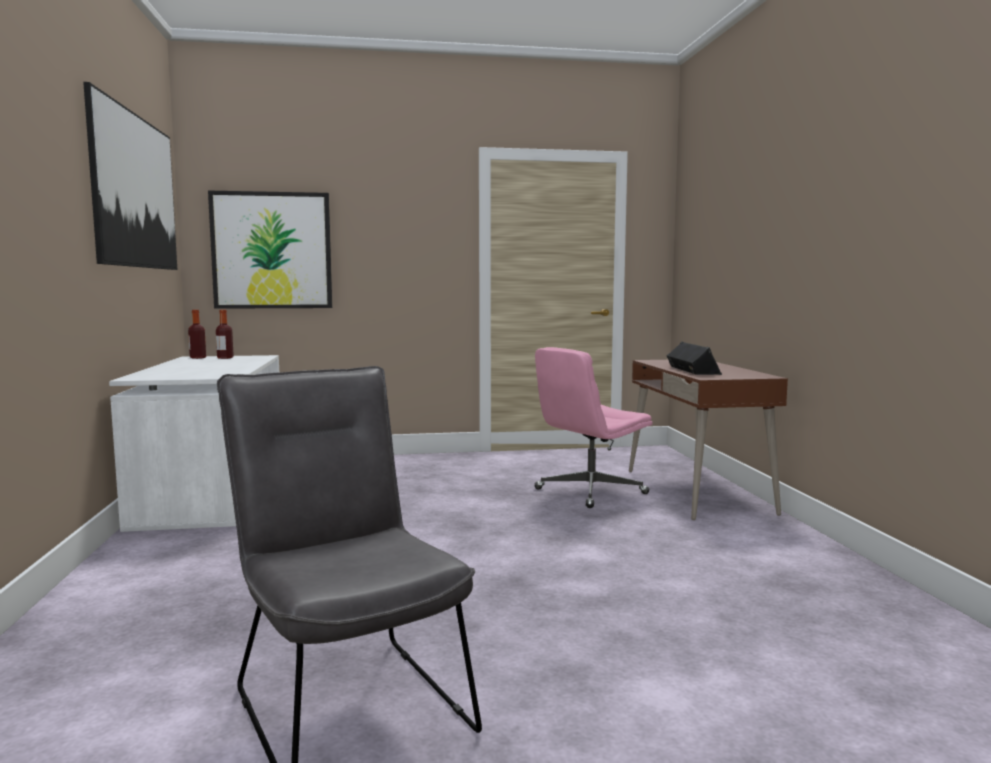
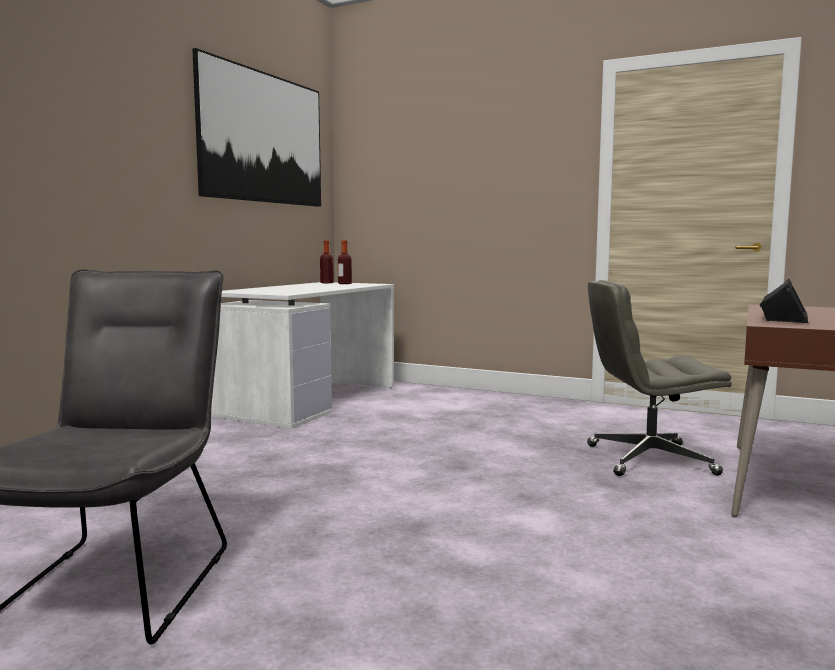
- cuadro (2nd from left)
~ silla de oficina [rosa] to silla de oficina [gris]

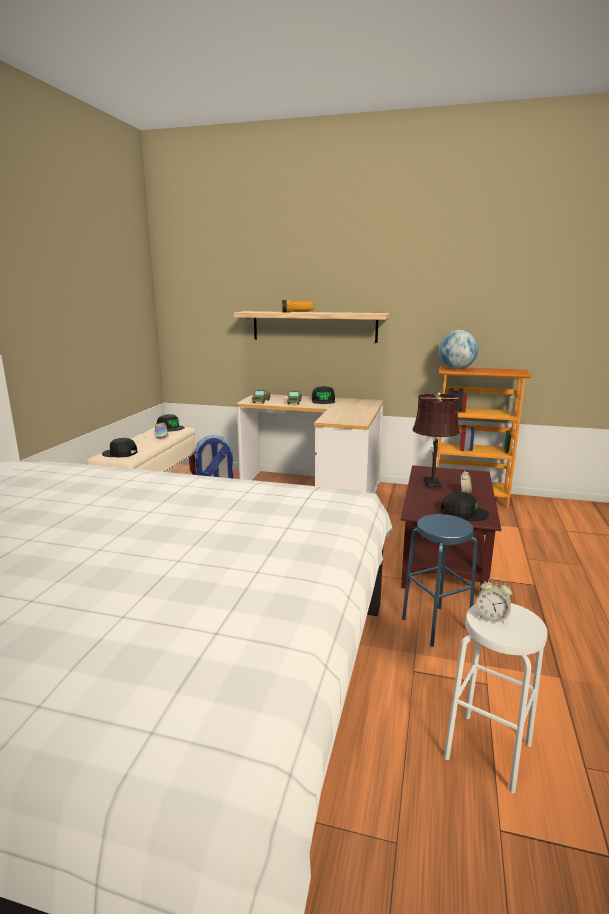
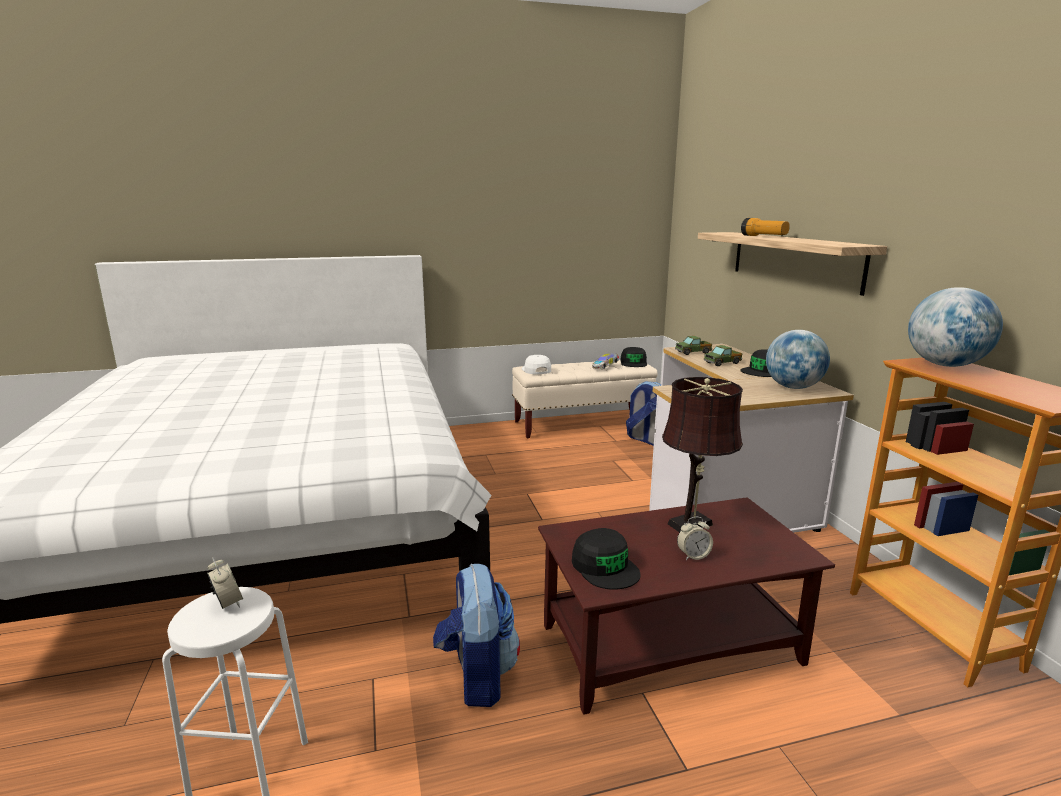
~ gorra [negro] (1st from left) to gorra [blanco]
~ taburete [azul] to mochila (1st from left)
~ despertador (2nd from left in the first image) 150 degrees clockwise
+ globo terráqueo (1st from left)

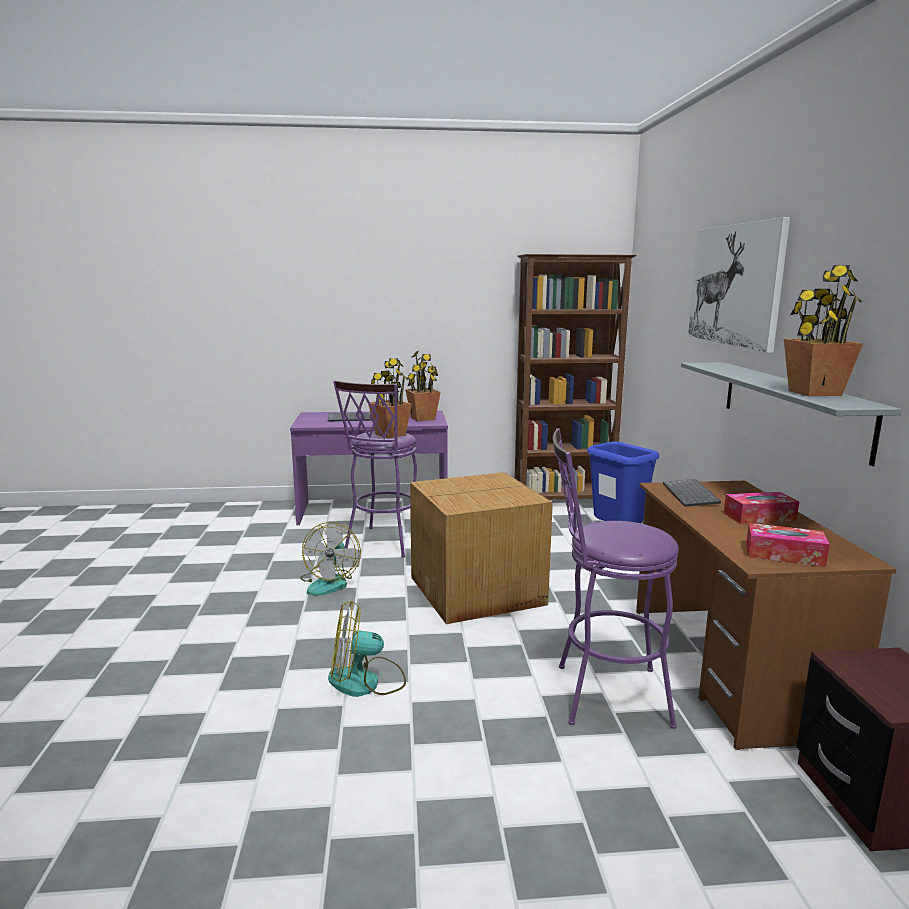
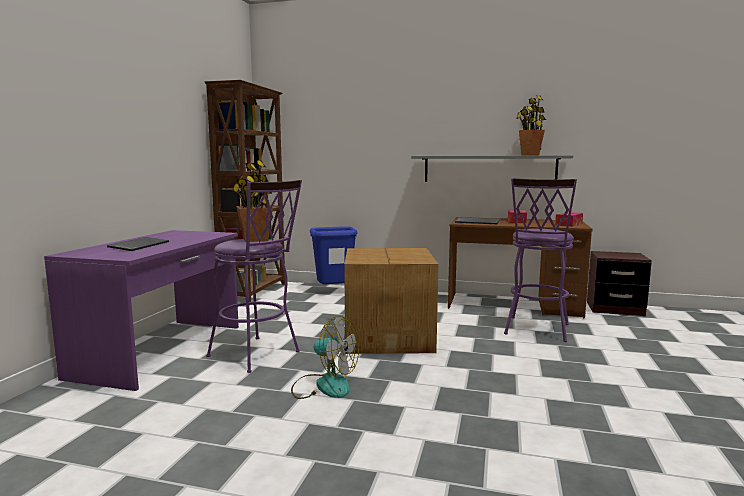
- ventilador (2nd from left)
- planta en maceta (2nd from left)
- cuadro

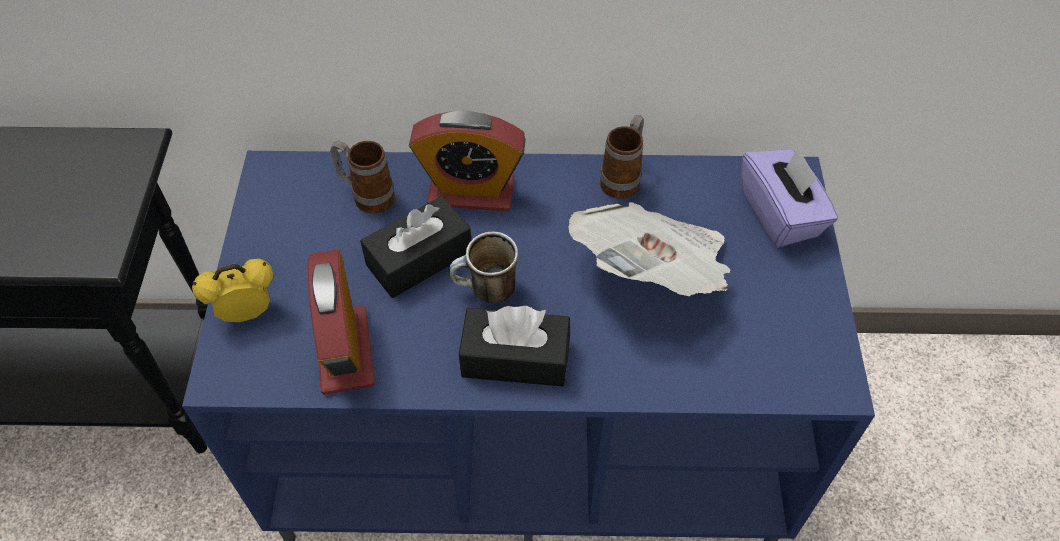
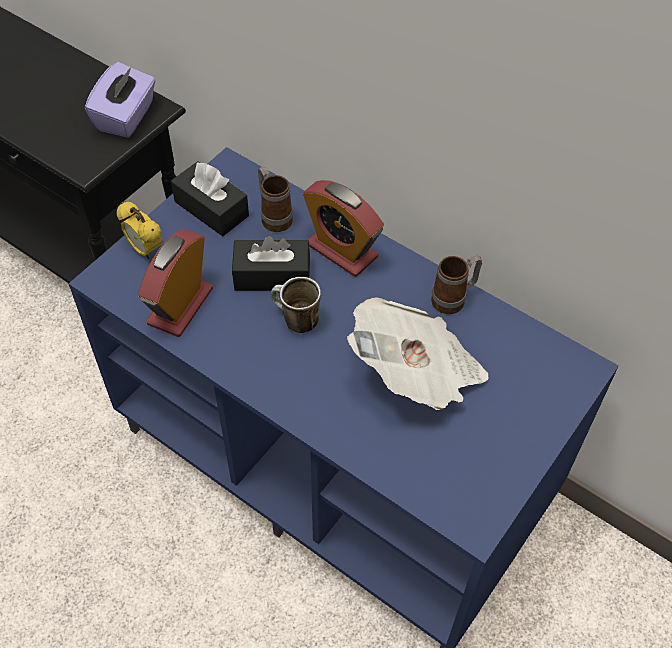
~ despertador (1st from left) 150 degrees counterclockwise
~ caja de pañuelos [negro] (2nd from left in the first image) to caja de pañuelos [negro] (1st from left)
~ caja de pañuelos [morado]

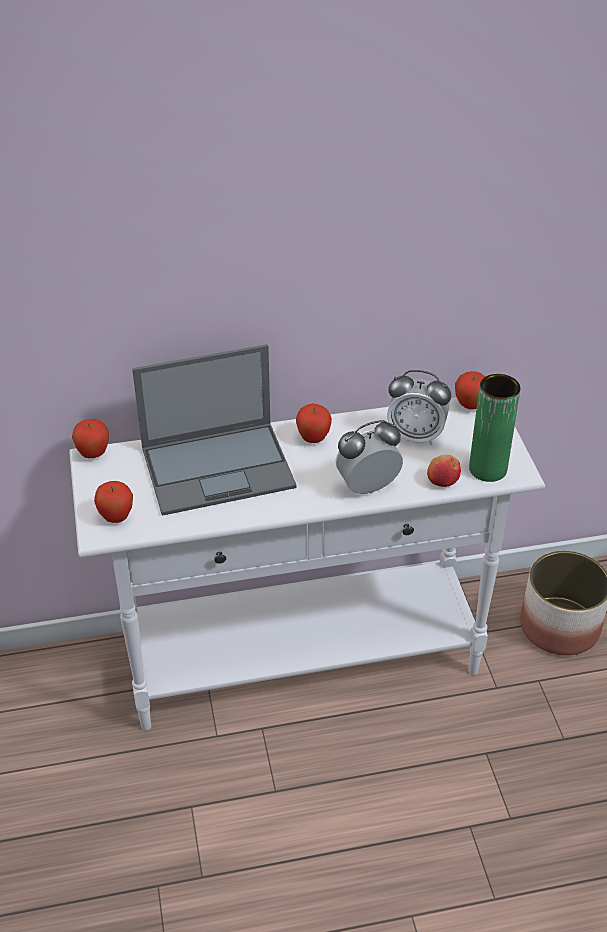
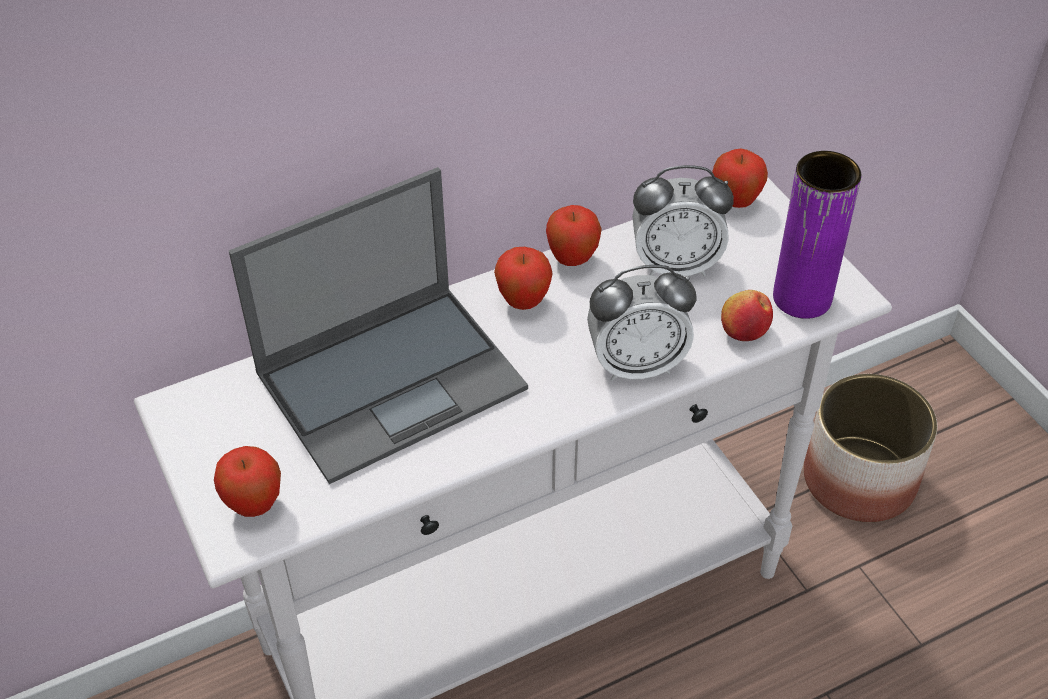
~ manzana (1st from left in the first image) to manzana (3rd from left)
~ despertador (1st from left) 150 degrees counterclockwise
~ florero [verde] to florero [morado]

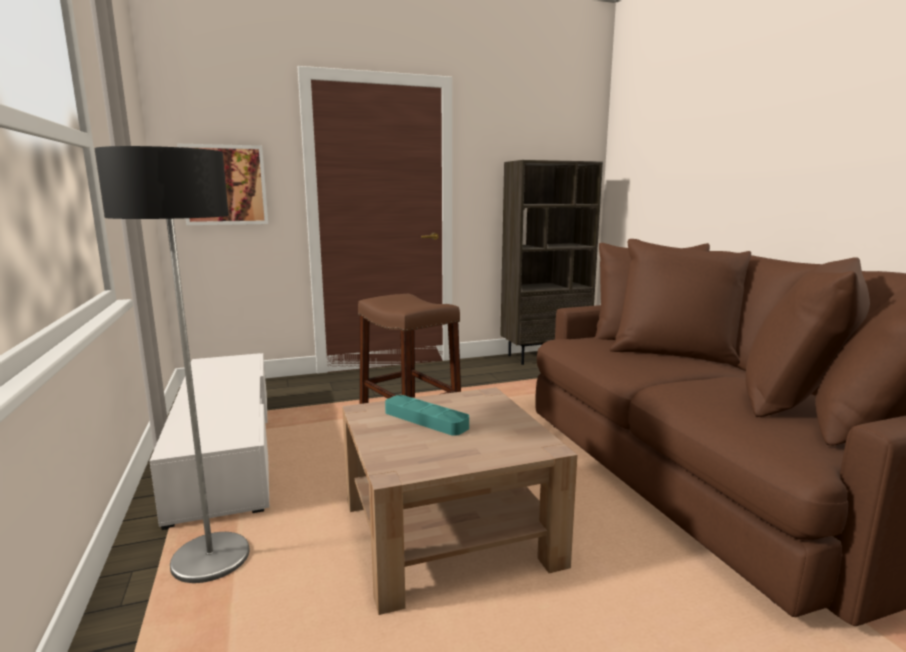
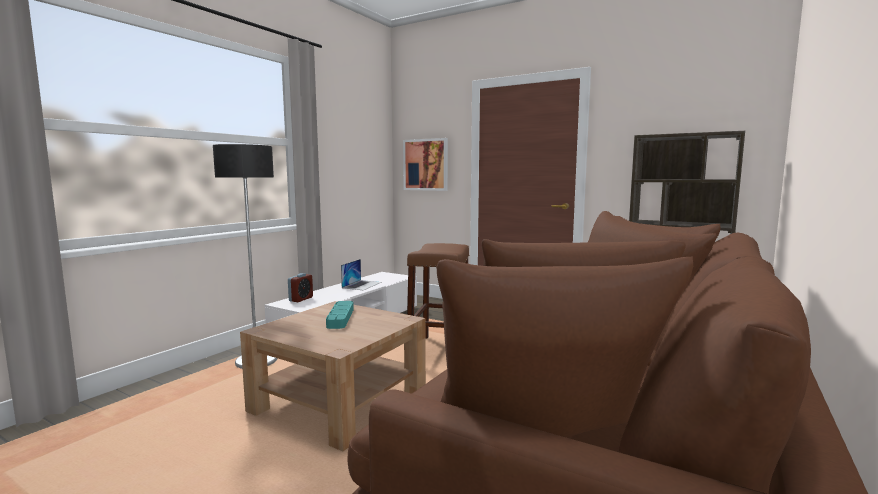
+ despertador
+ portátil

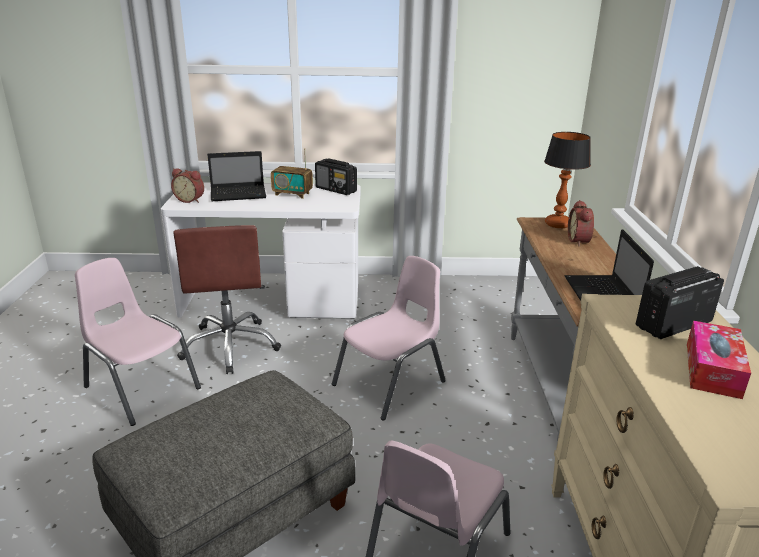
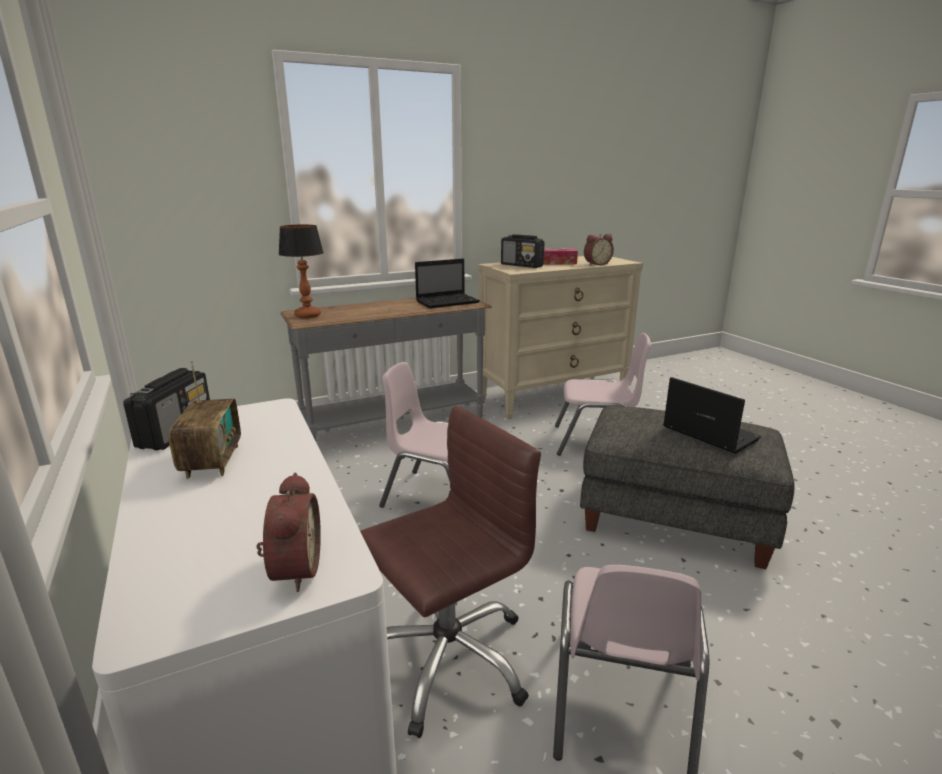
~ portátil (1st from left in the first image) to portátil (2nd from left)
~ despertador (2nd from left)

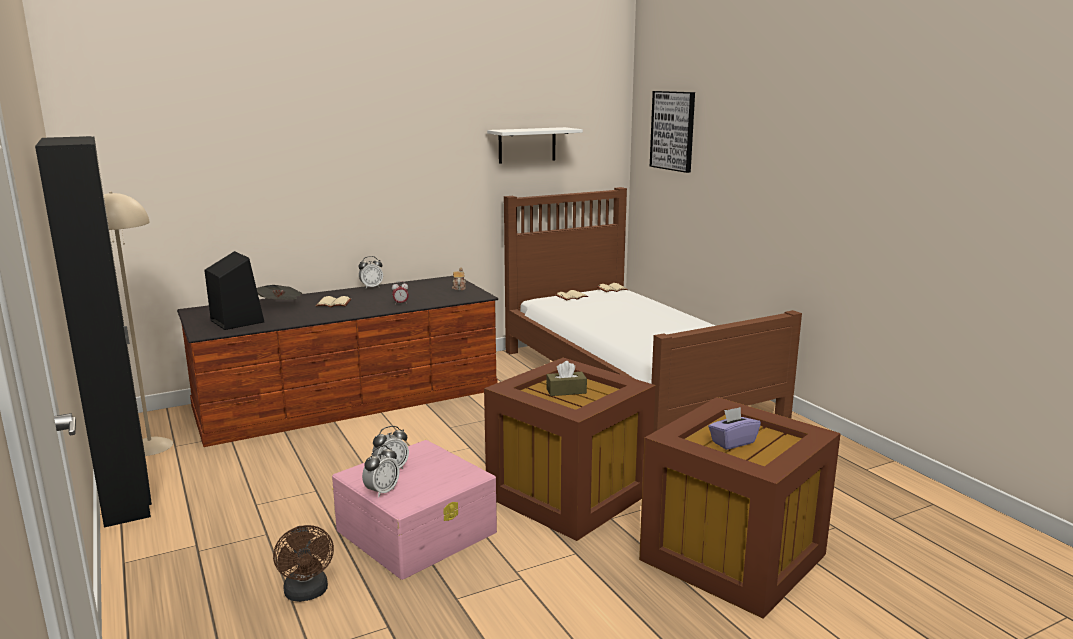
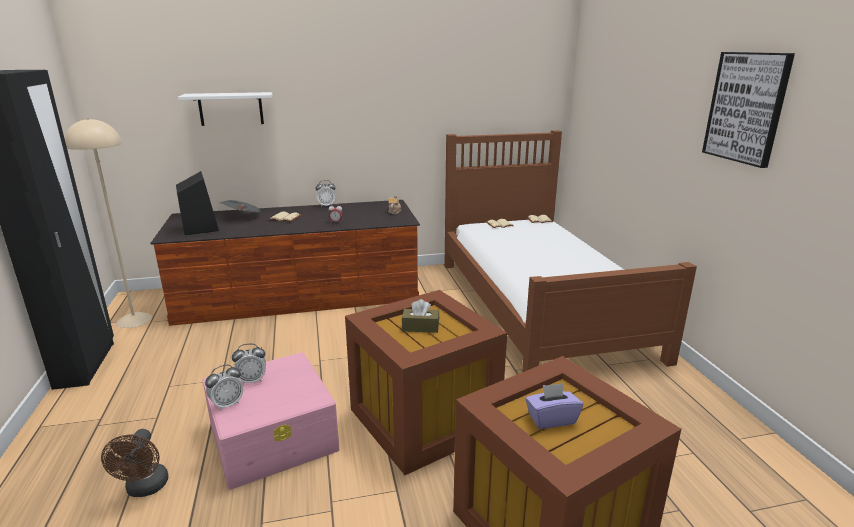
~ estante [blanco]
~ cuadro

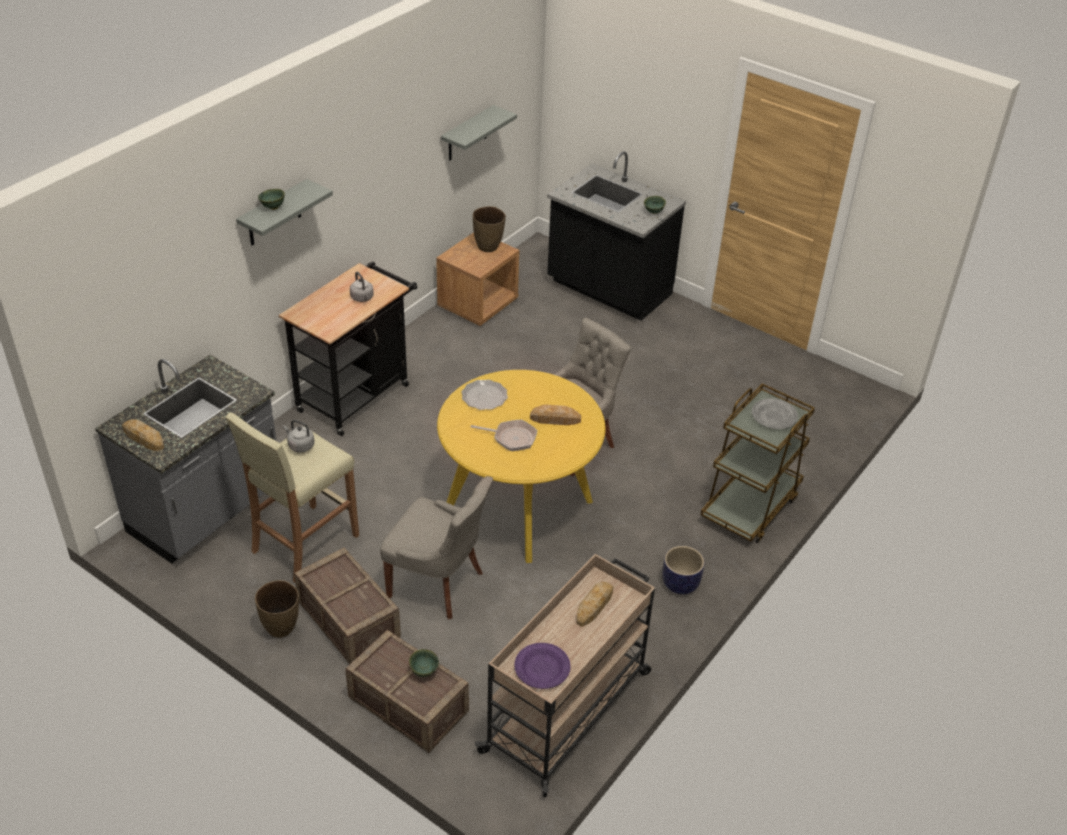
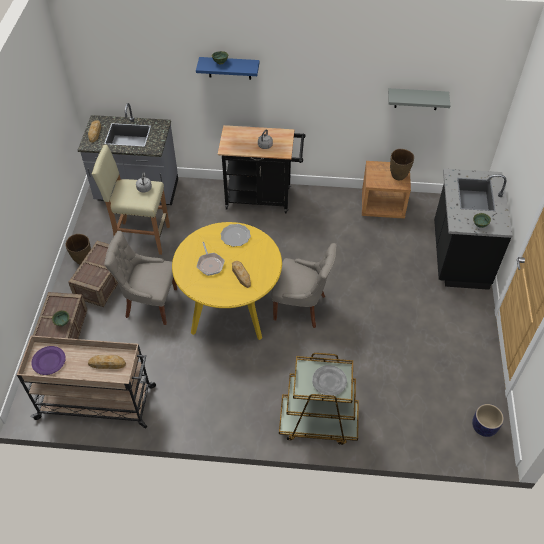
~ estante [gris] (1st from left) to estante [azul]
~ silla [gris] (1st from left) 105 degrees clockwise
~ maceta

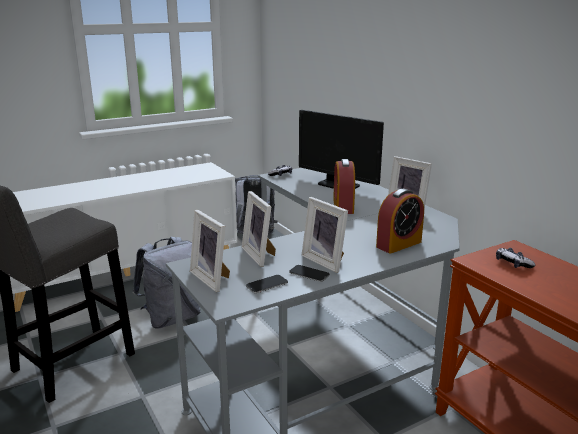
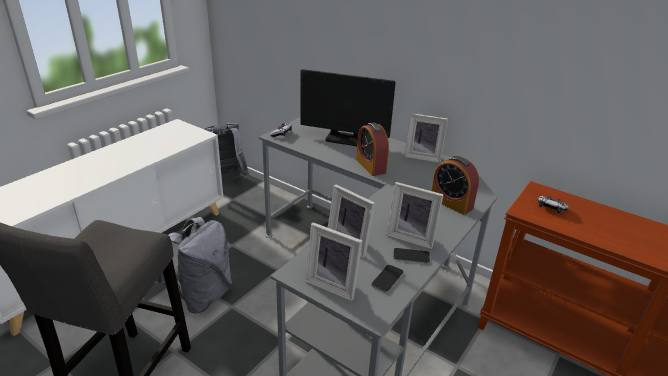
~ despertador (2nd from left) 105 degrees clockwise

